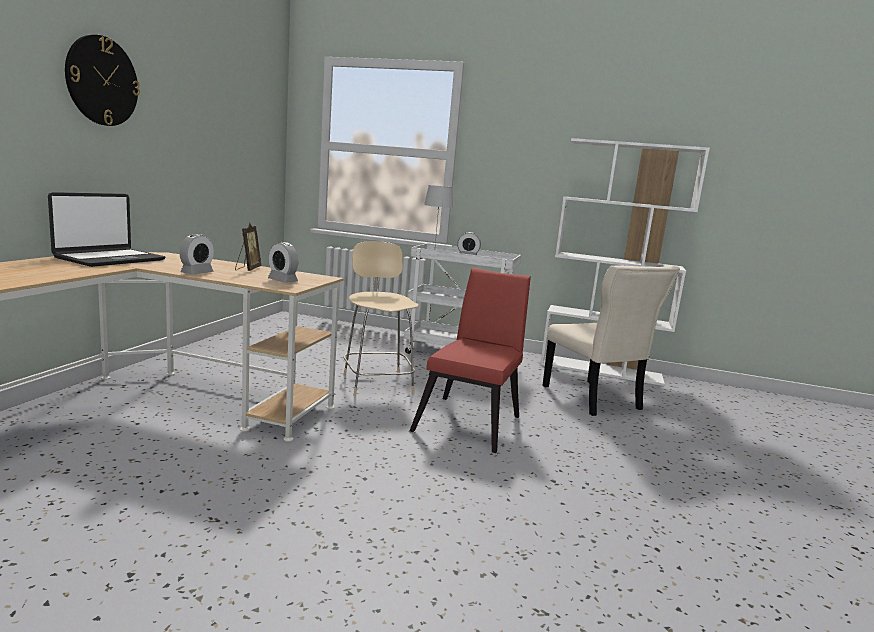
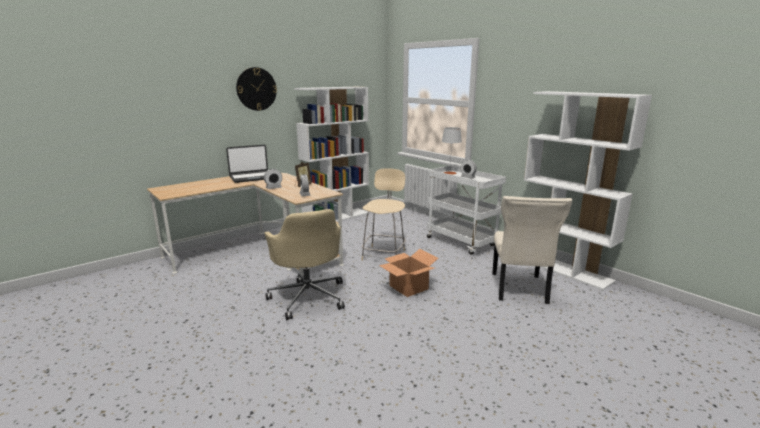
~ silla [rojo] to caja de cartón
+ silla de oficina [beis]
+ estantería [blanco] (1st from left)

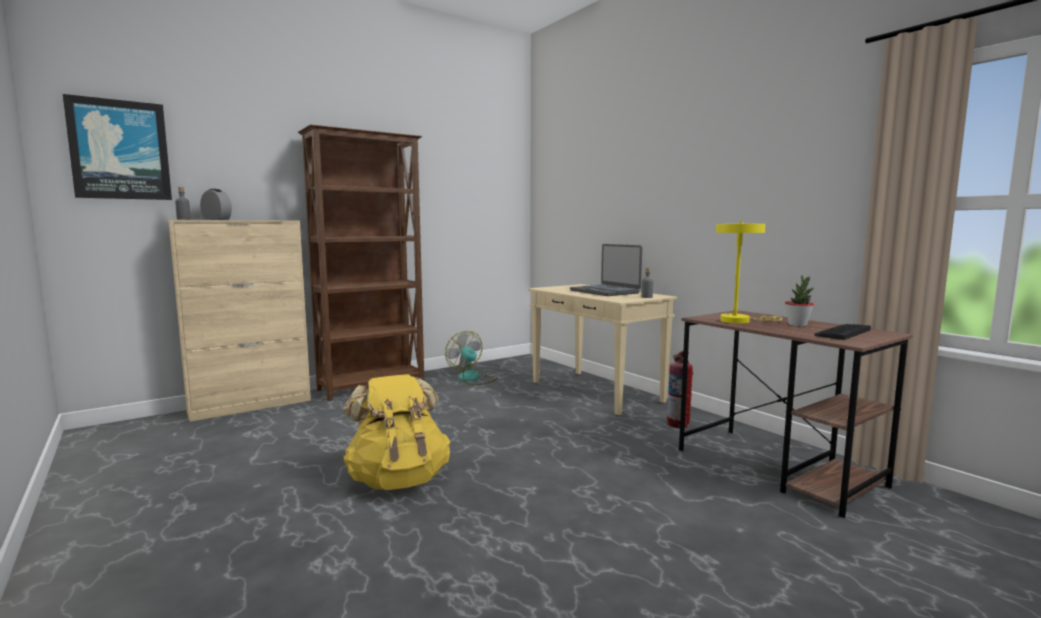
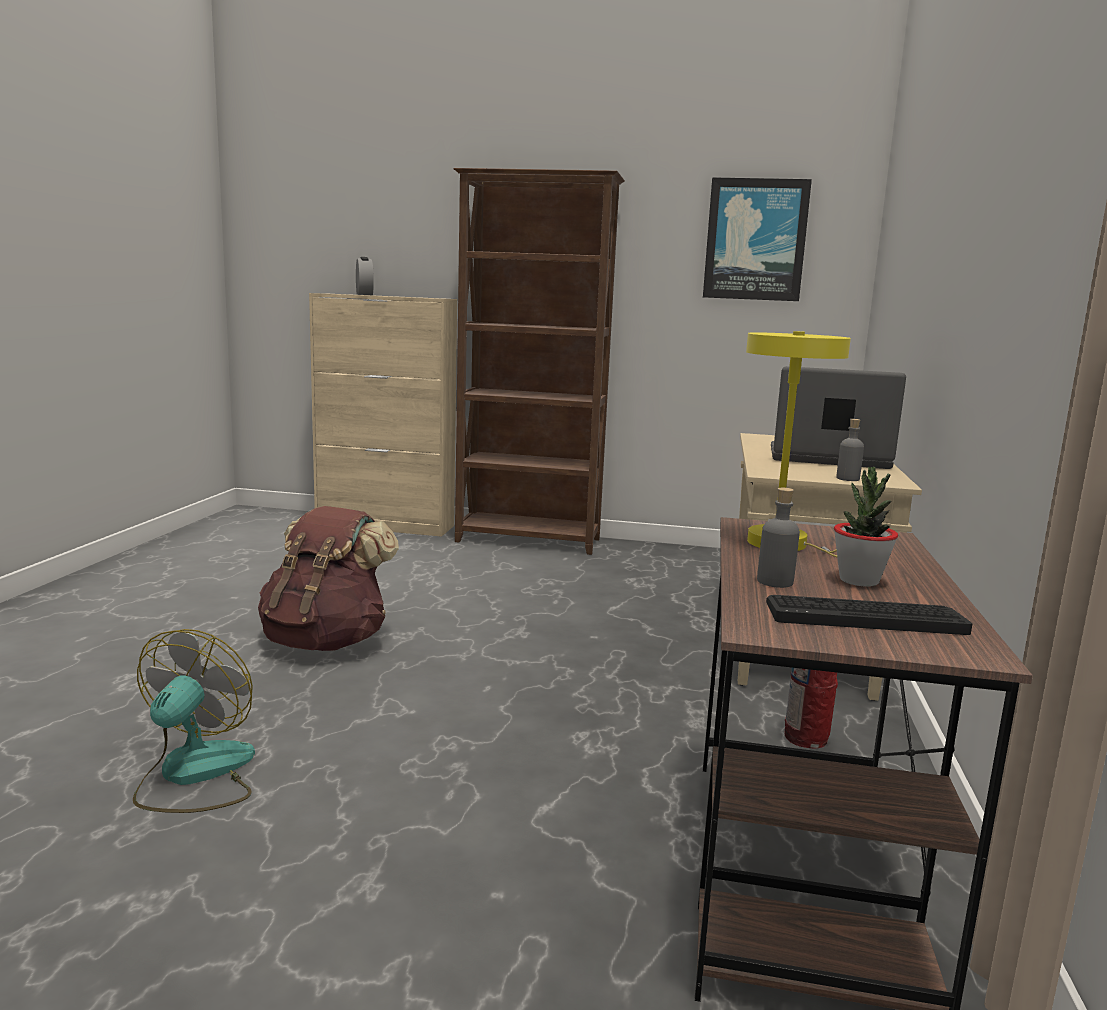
~ cuadro
~ botella [gris] (1st from left)
~ mochila [amarillo] to mochila [marrón]
~ ventilador
~ portátil 90 degrees clockwise

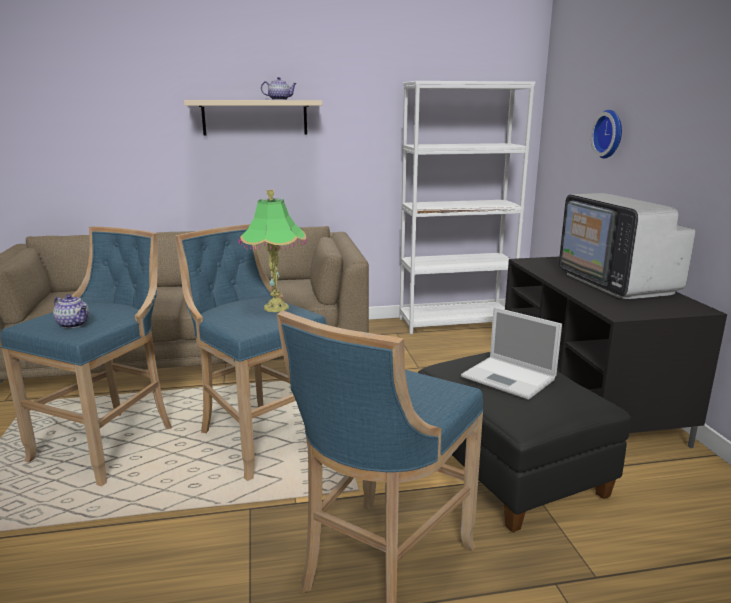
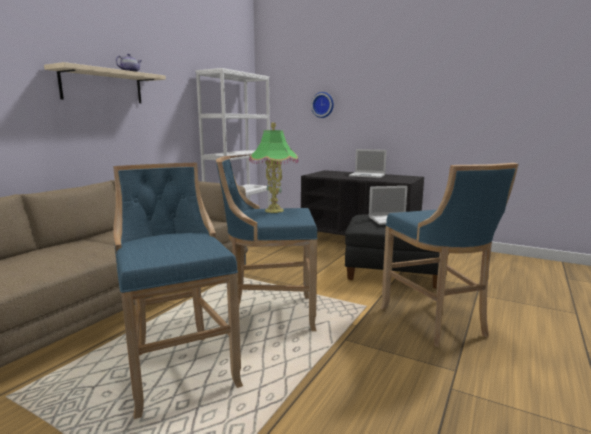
- tetera (1st from left)
~ televisor to portátil (1st from left)

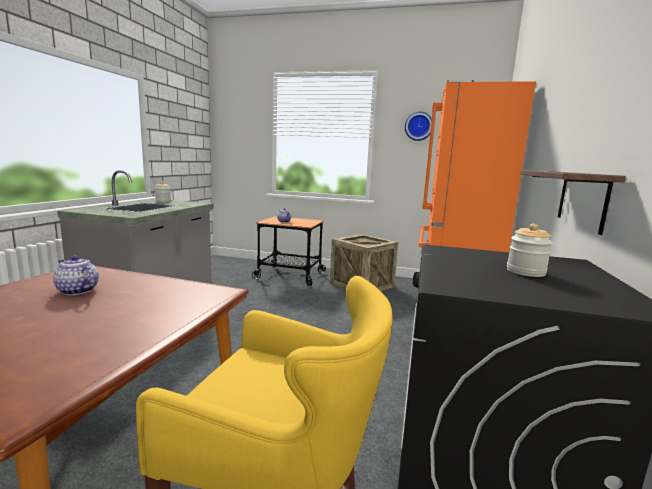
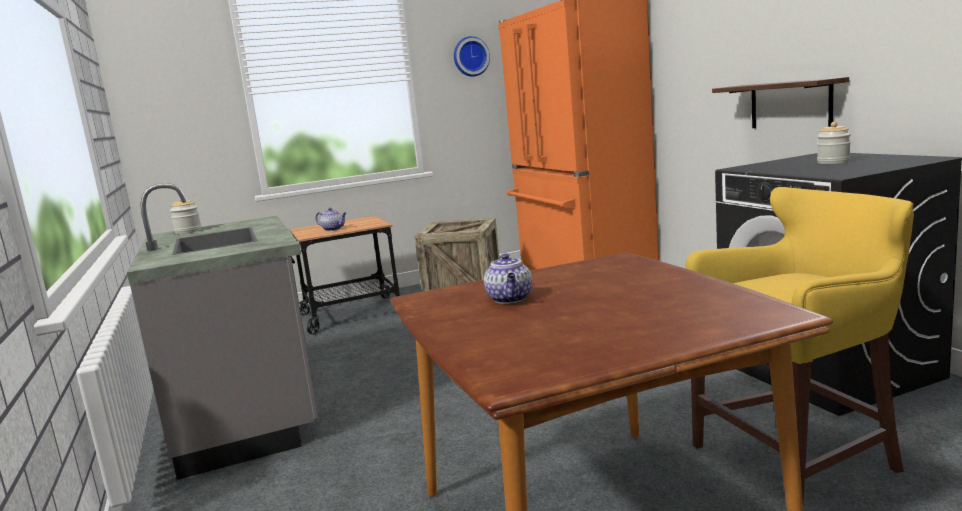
~ tetera (1st from left in the first image) 90 degrees counterclockwise

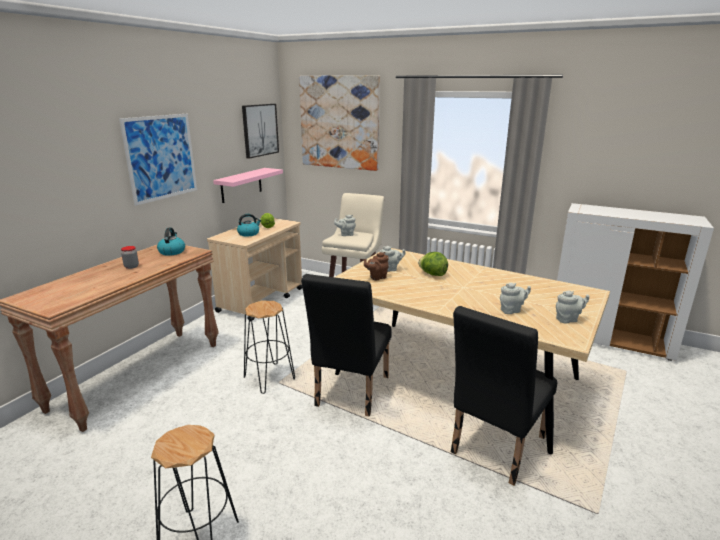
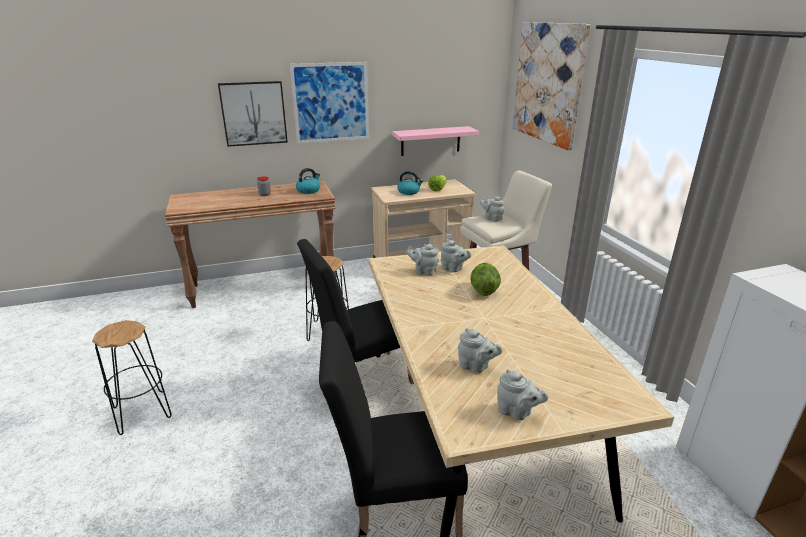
~ cuadro (2nd from left in the first image) to cuadro (1st from left)
~ tetera [marrón] to tetera [gris] (1st from left)

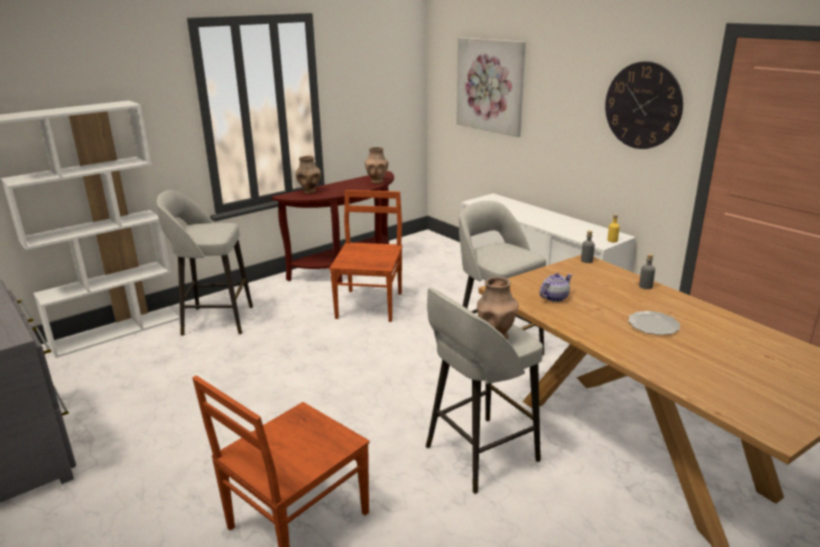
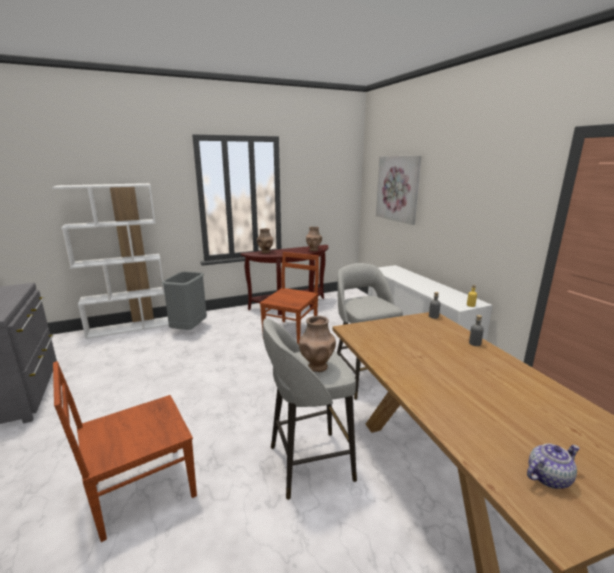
~ taburete [gris] (1st from left) to papelera [gris]
~ tetera
- reloj de pared
- plato

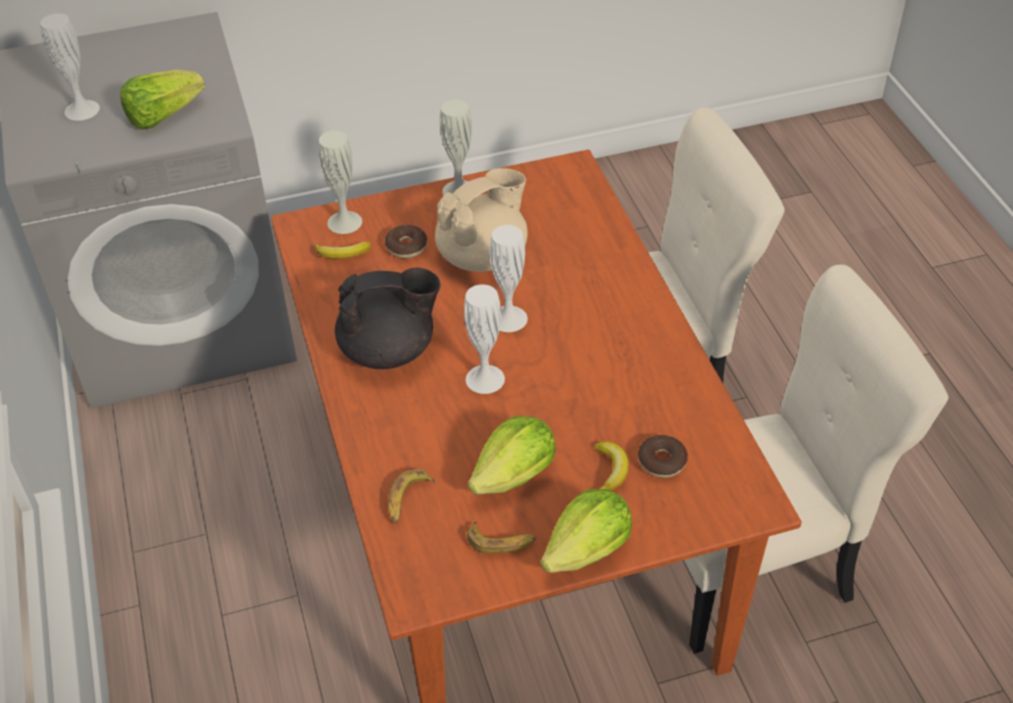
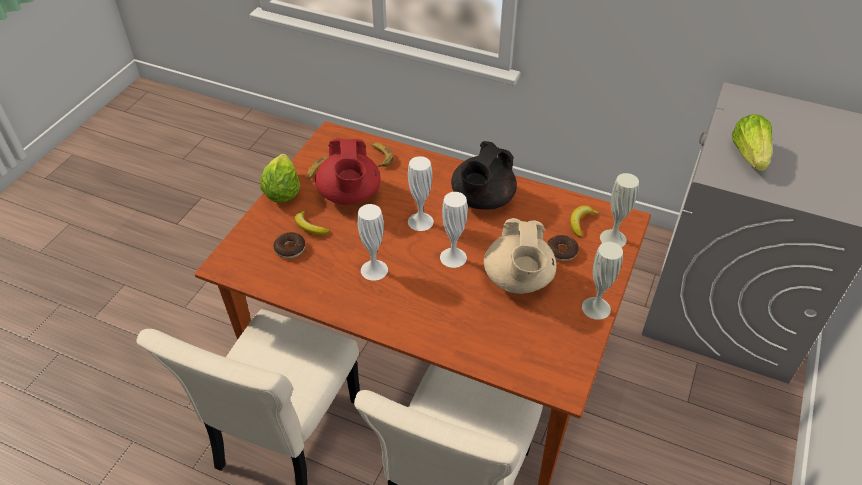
~ florero [blanco] (1st from left)
~ lechuga (2nd from left) to tetera [rojo]

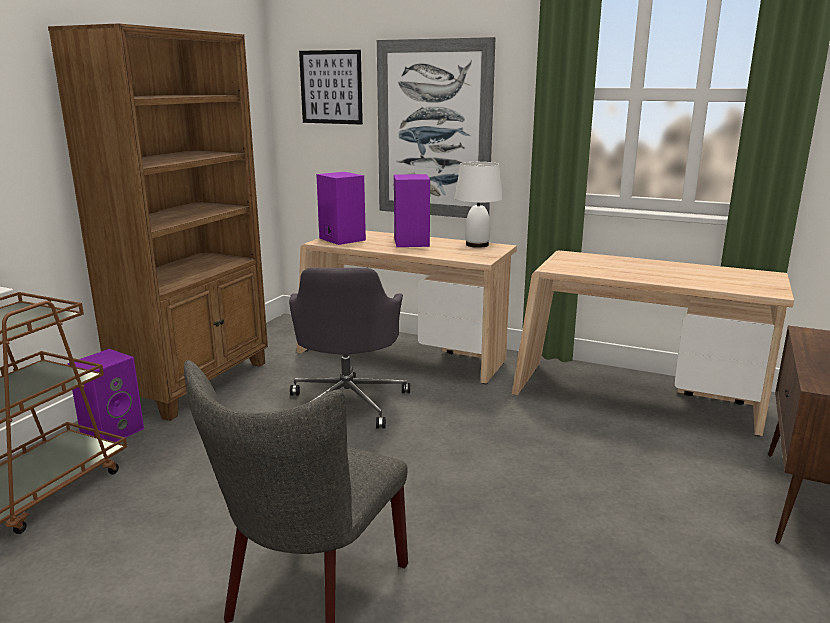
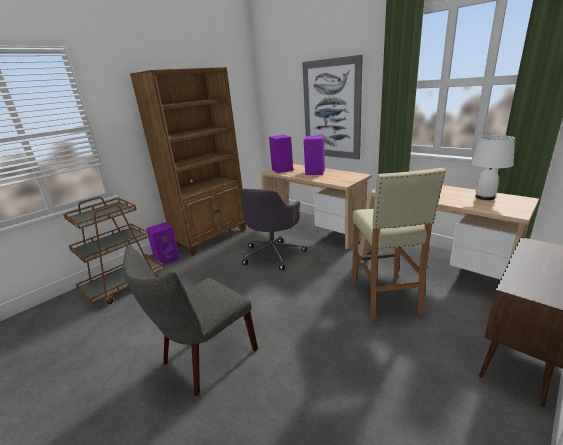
- cuadro (1st from left)
~ lámpara de mesa [blanco]
+ taburete [beis]

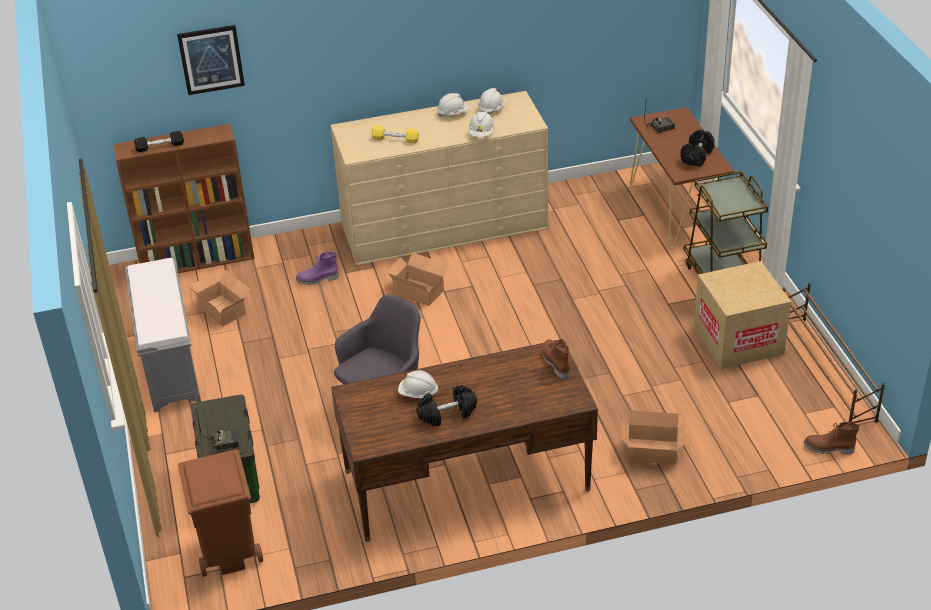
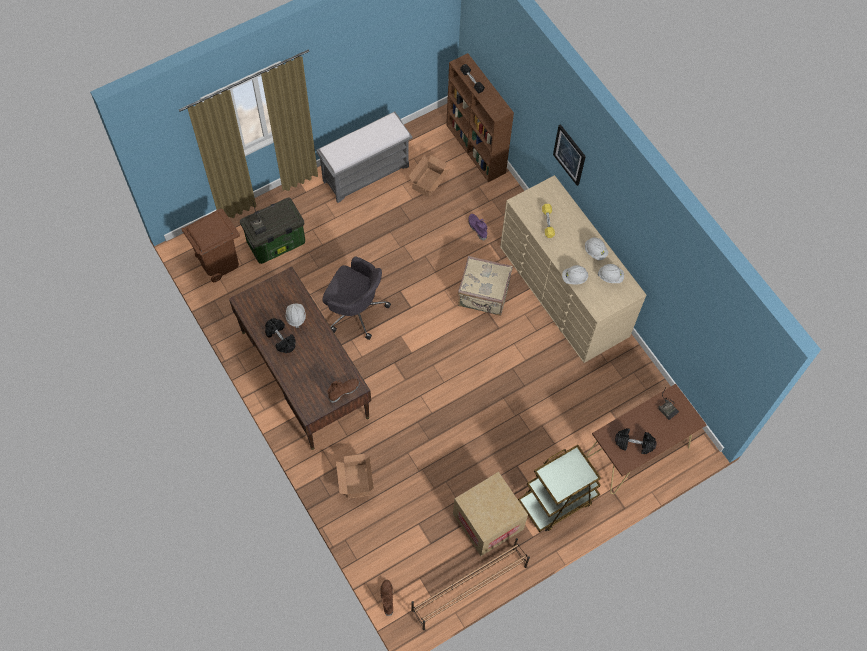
~ cuadro
~ caja de cartón (2nd from left) to maleta [beis]

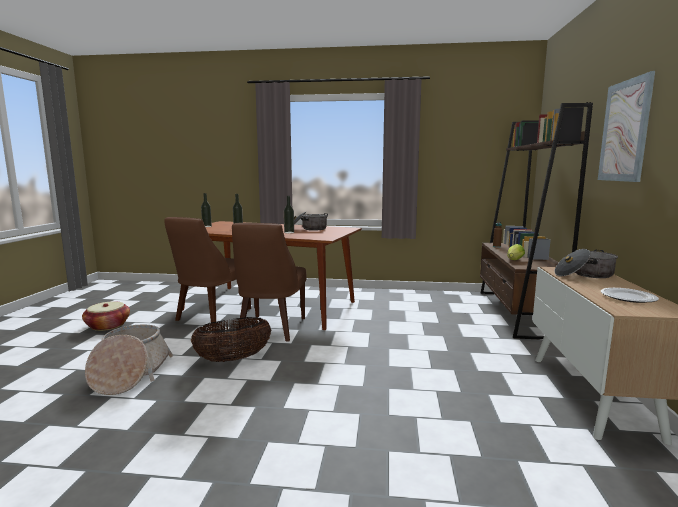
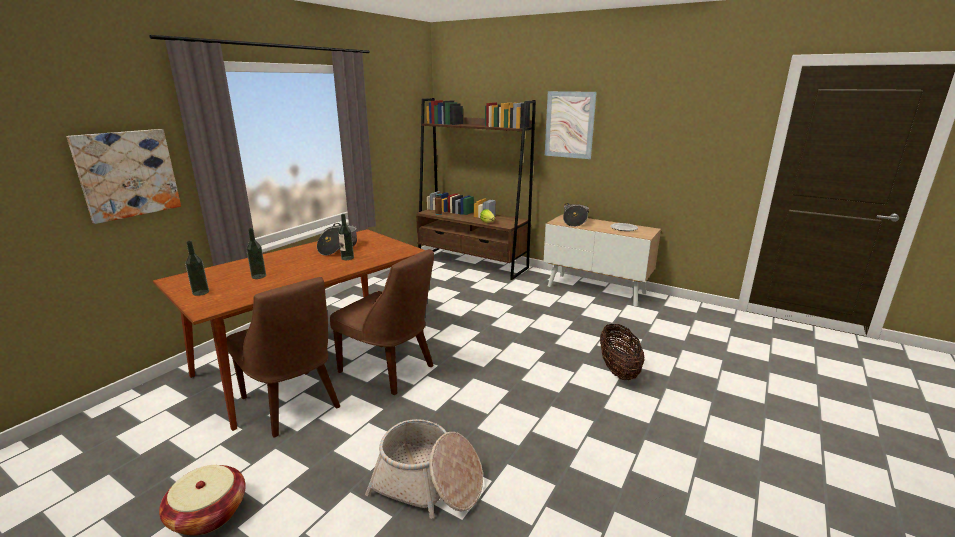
~ cesta (3rd from left)
+ cuadro (1st from left)

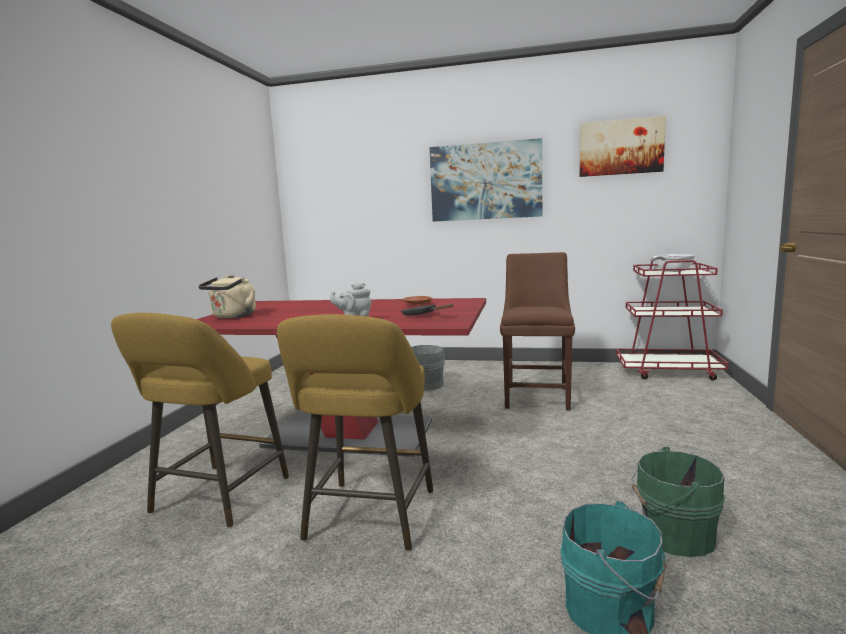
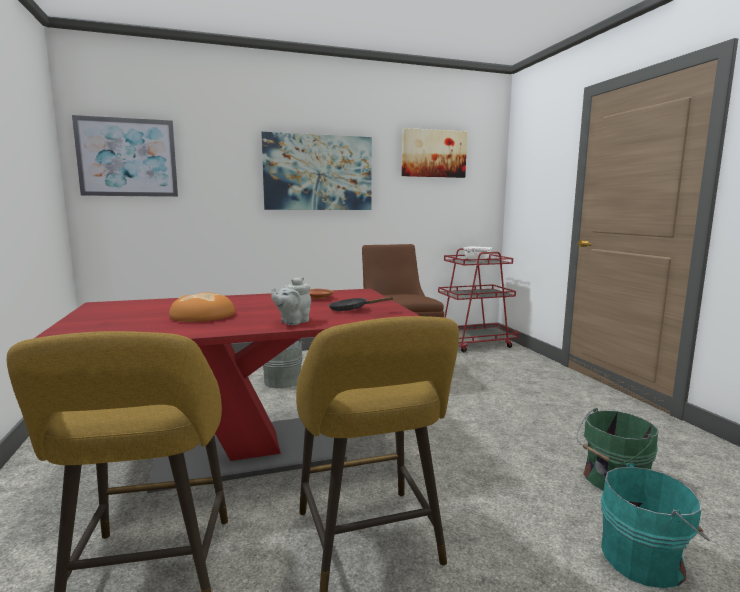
- hervidor [beis]
+ cuadro (1st from left)
+ pan

